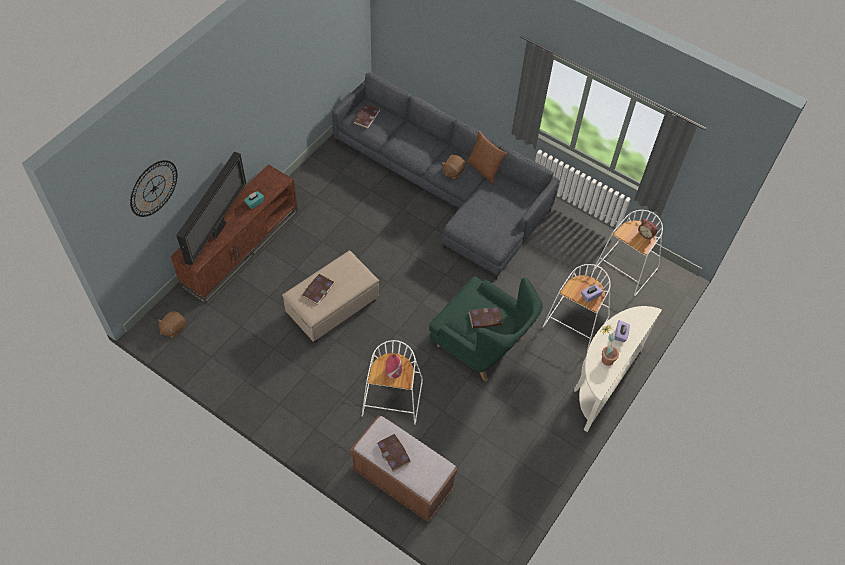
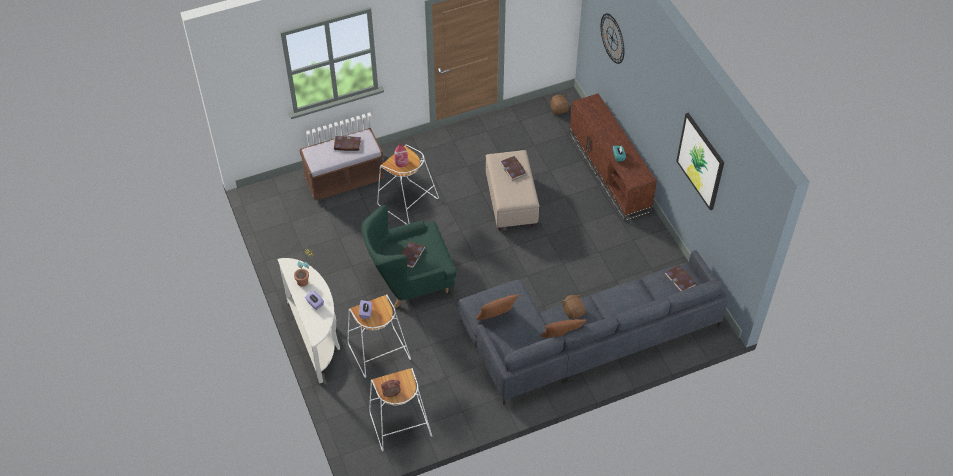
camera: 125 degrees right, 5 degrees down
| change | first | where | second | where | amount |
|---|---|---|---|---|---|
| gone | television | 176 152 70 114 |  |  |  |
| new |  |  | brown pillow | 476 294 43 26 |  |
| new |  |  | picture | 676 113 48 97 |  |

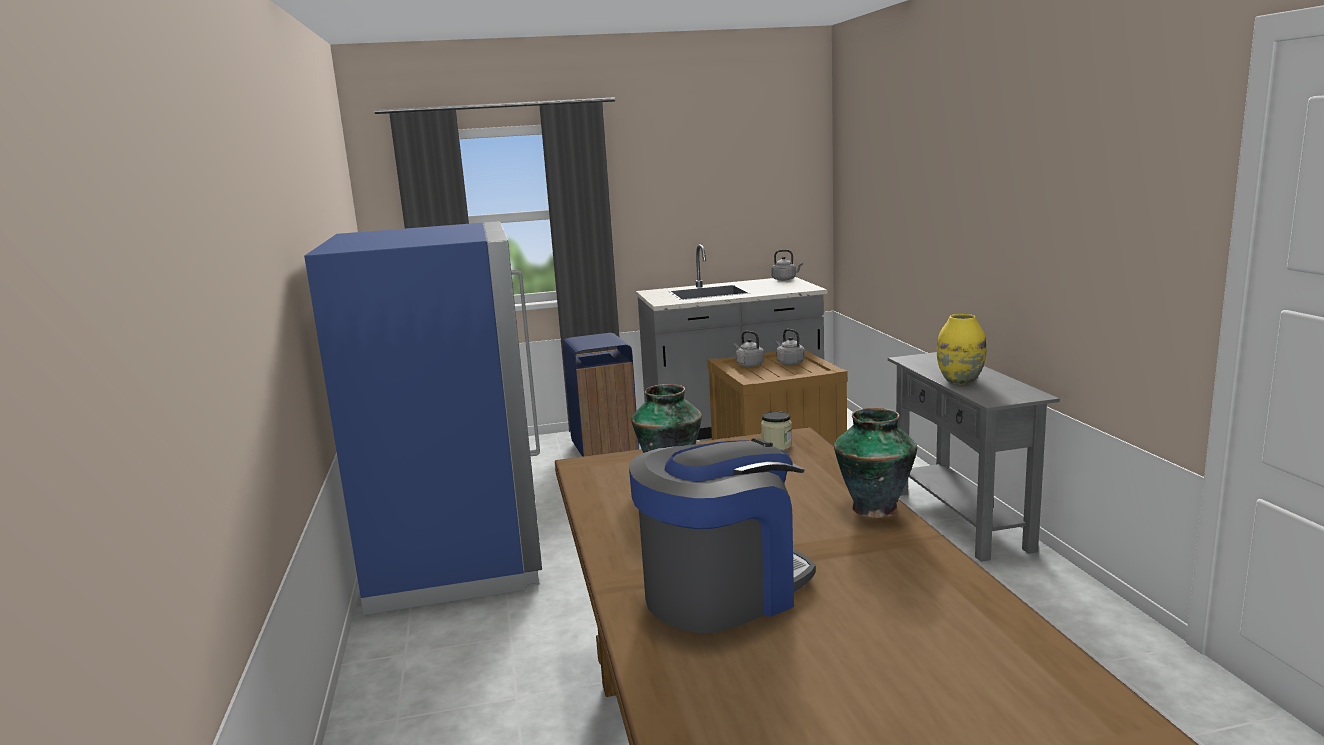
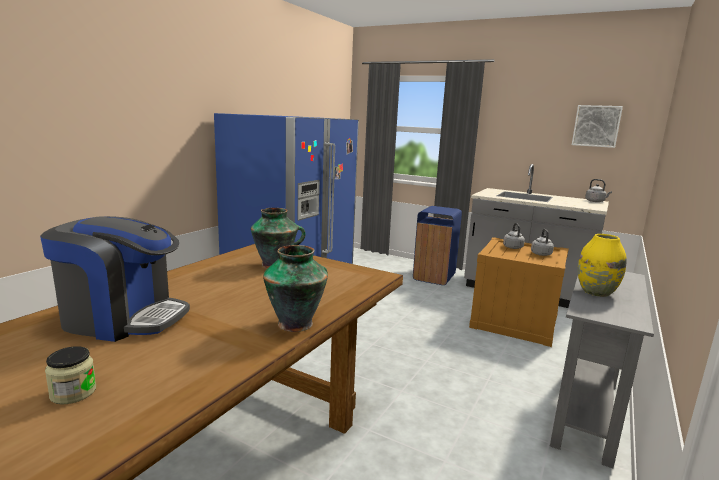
camera: 40 degrees right, 0 degrees up
| change | first | where | second | where | amount |
|---|---|---|---|---|---|
| shifted | jar | 761 411 31 40 |  | 45 346 51 58 |  |
| new |  |  | picture | 572 105 51 43 |  |

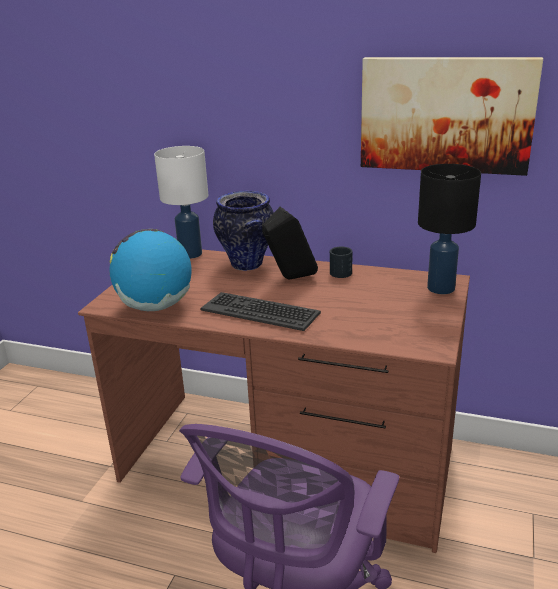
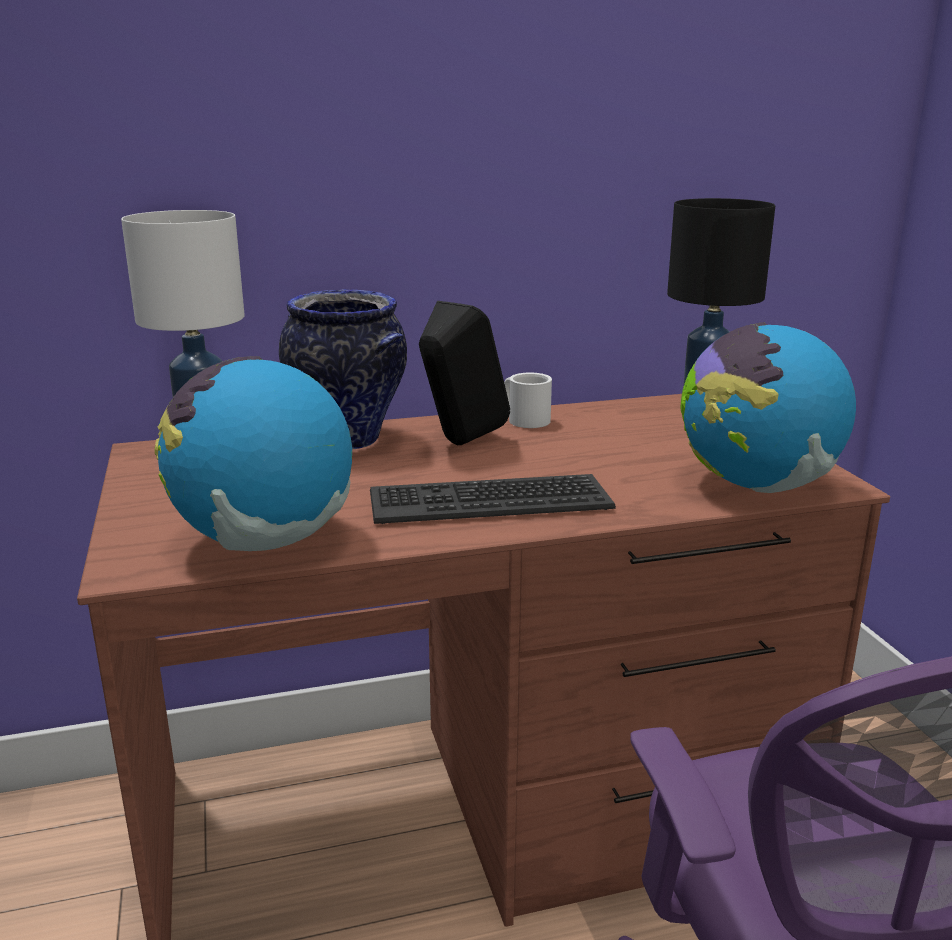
camera: 35 degrees left, 5 degrees down
| change | first | where | second | where | amount |
|---|---|---|---|---|---|
| repainted | black mug | 330 247 23 31 | white mug | 504 373 48 55 |  |
| gone | picture | 361 57 182 119 |  |  |  |
| new |  |  | globe | 681 322 175 171 |  |

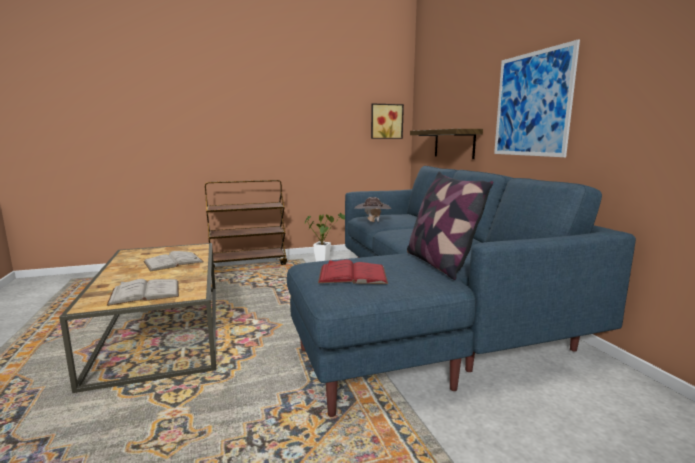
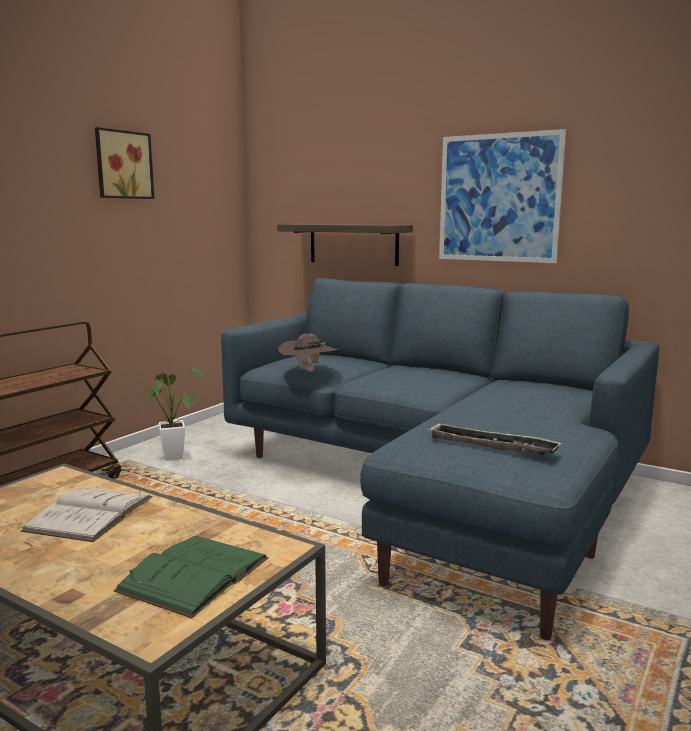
camera: 40 degrees left, 0 degrees up
| change | first | where | second | where | amount |
|---|---|---|---|---|---|
| repainted | white book | 107 279 72 27 | green book | 113 536 155 82 |  |
| swapped | red book | 318 259 70 25 | tray | 428 423 133 32 |  |
| shifted | picture | 371 103 33 36 |  | 95 127 59 72 |  |
| gone | pillow | 407 172 86 108 |  |  |  |

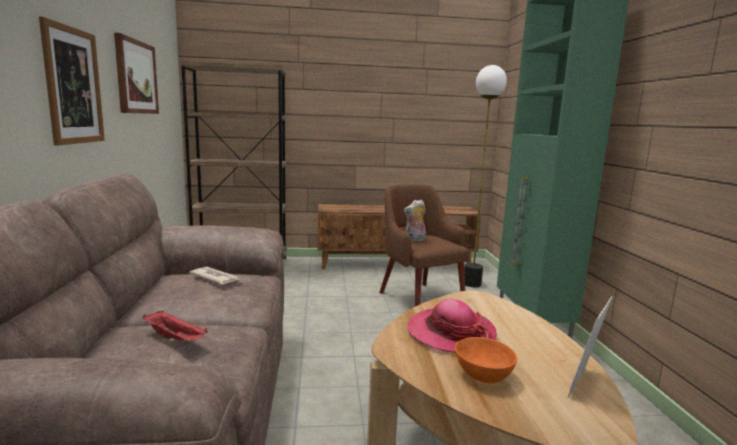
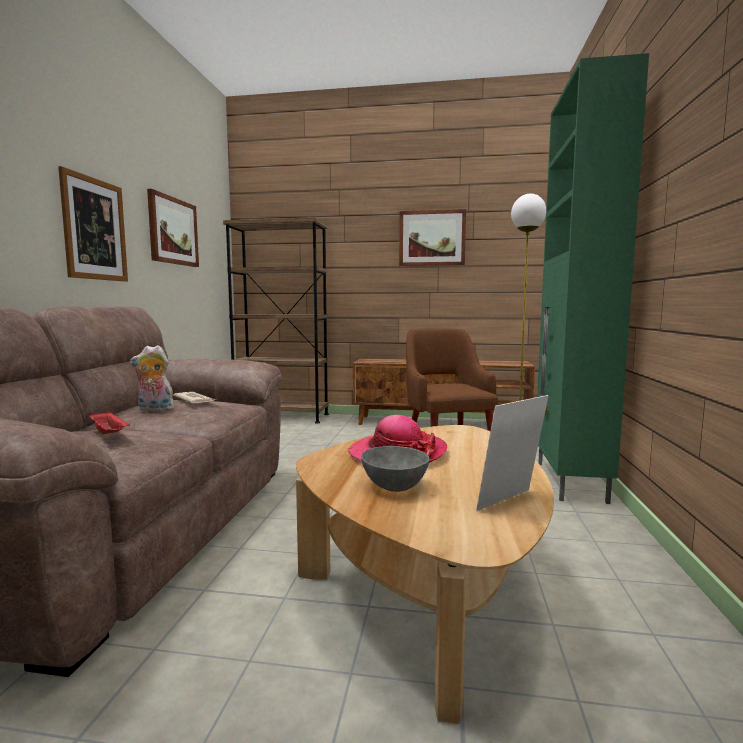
camera: 15 degrees right, 5 degrees down
| change | first | where | second | where | amount |
|---|---|---|---|---|---|
| shifted | plush toy | 404 200 22 42 |  | 130 345 44 66 |  |
| repainted | orange bowl | 455 337 62 46 | grey bowl | 361 446 68 46 |  |
| new |  |  | picture | 399 209 67 57 |  |

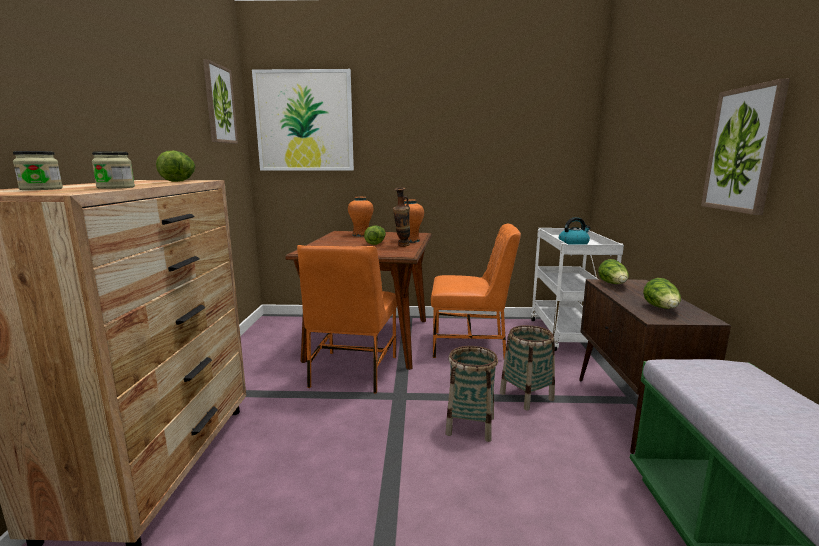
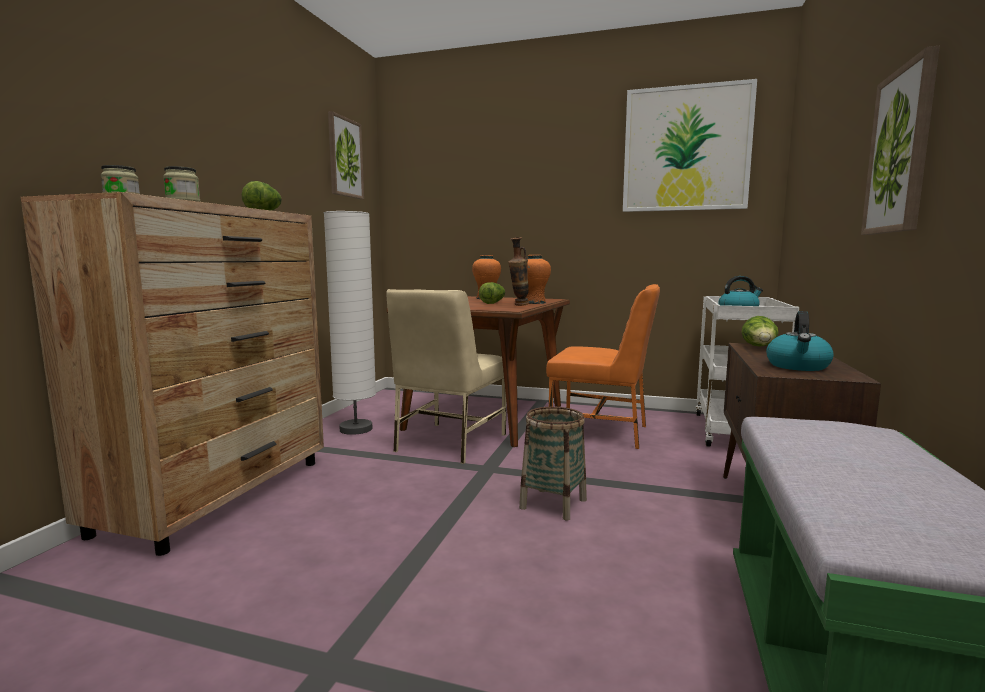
camera: 15 degrees right, 5 degrees down
| change | first | where | second | where | amount |
|---|---|---|---|---|---|
| shifted | picture | 252 69 102 102 |  | 623 79 134 133 |  |
| repainted | orange chair | 297 245 100 148 | beige chair | 386 289 120 175 |  |
| gone | basket | 500 325 55 85 |  |  |  |
| swapped | lettuce | 643 278 38 31 | kettle | 766 311 67 60 |  |
| new |  |  | white floor lamp | 324 211 52 224 |  |

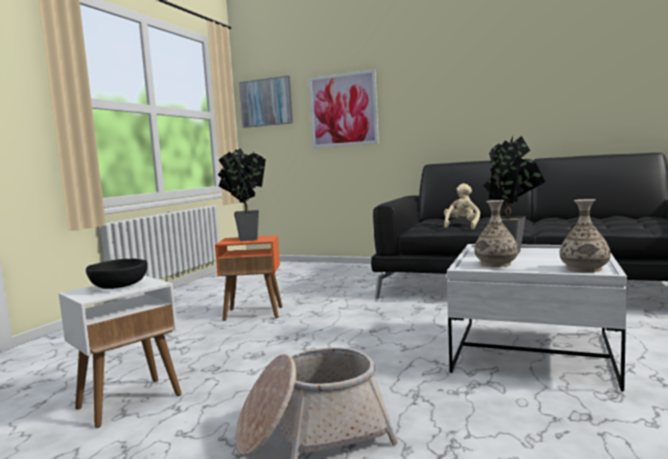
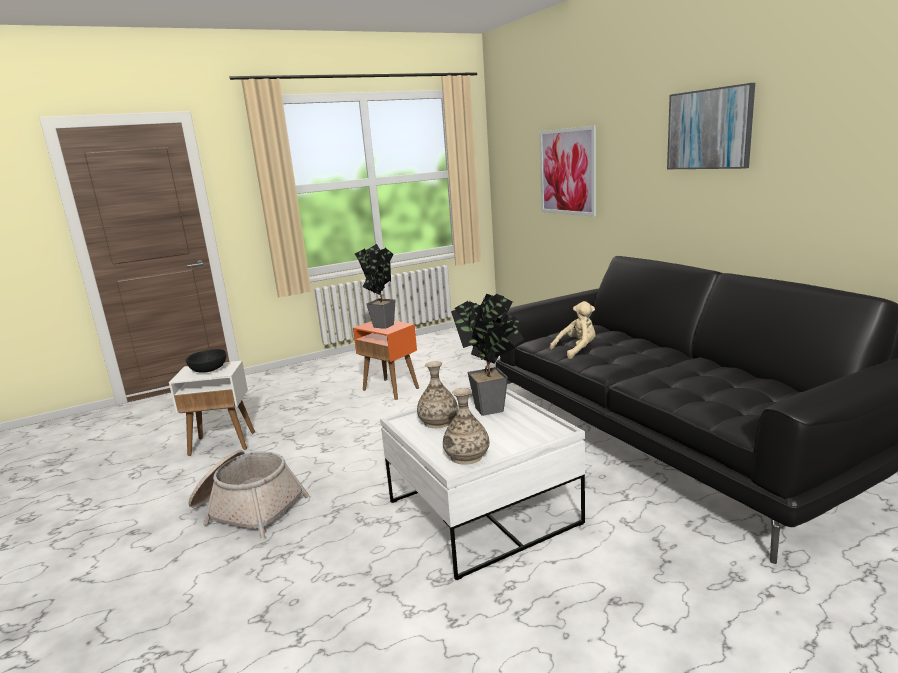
camera: 40 degrees right, 10 degrees up
| change | first | where | second | where | amount |
|---|---|---|---|---|---|
| shifted | picture | 239 76 54 52 |  | 667 83 88 86 |  |

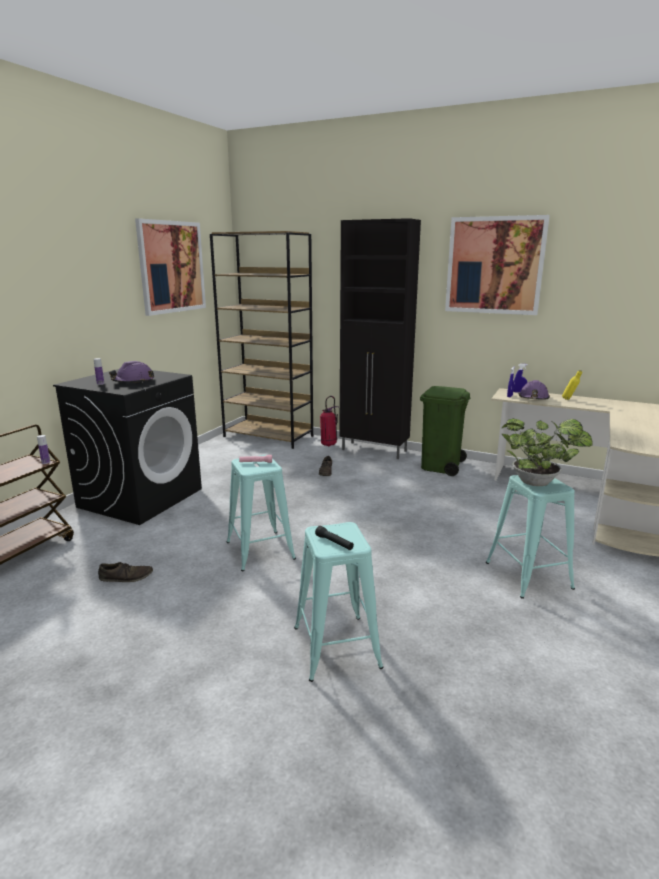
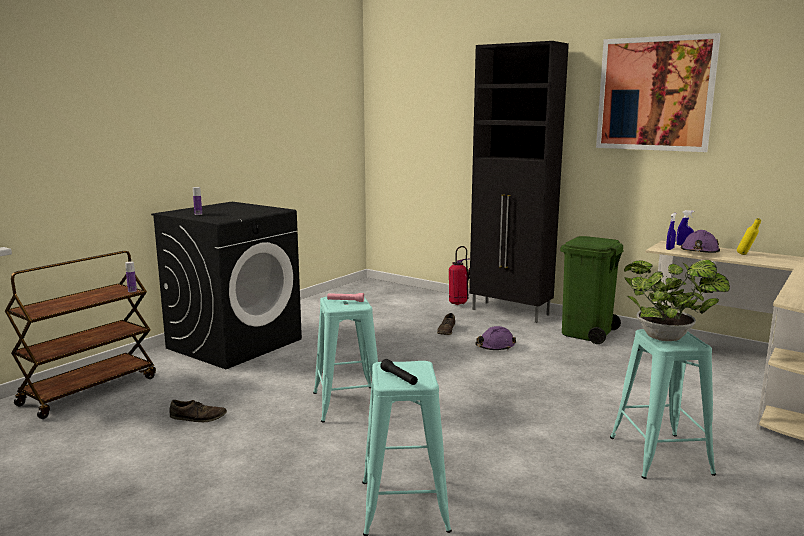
camera: 10 degrees right, 5 degrees down
| change | first | where | second | where | amount |
|---|---|---|---|---|---|
| shifted | purple hard hat | 109 361 45 22 |  | 475 326 41 24 |  |
| gone | picture | 135 218 71 98 |  |  |  |
| gone | brown bookcase | 210 231 103 218 |  |  |  |

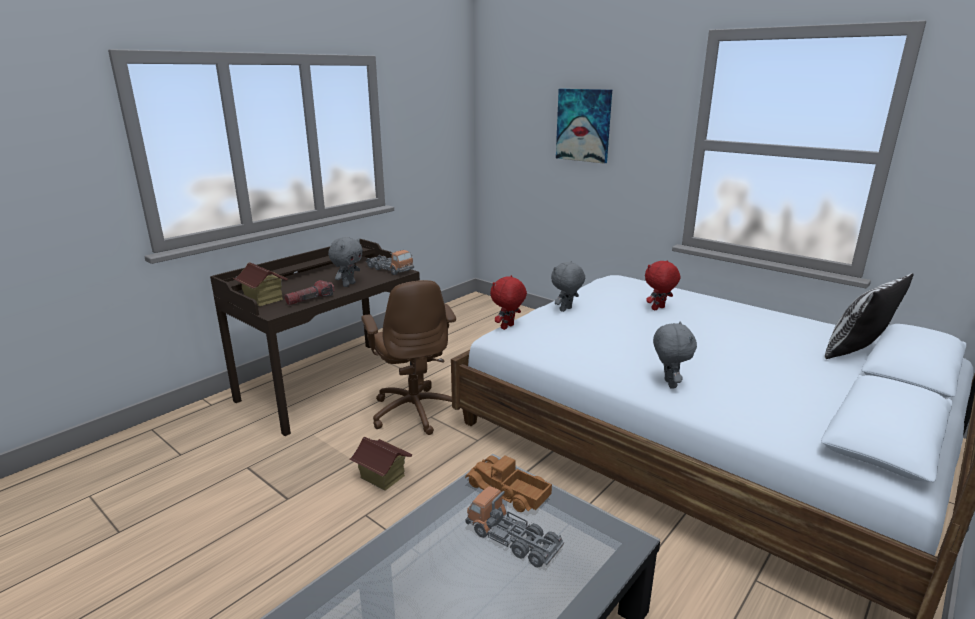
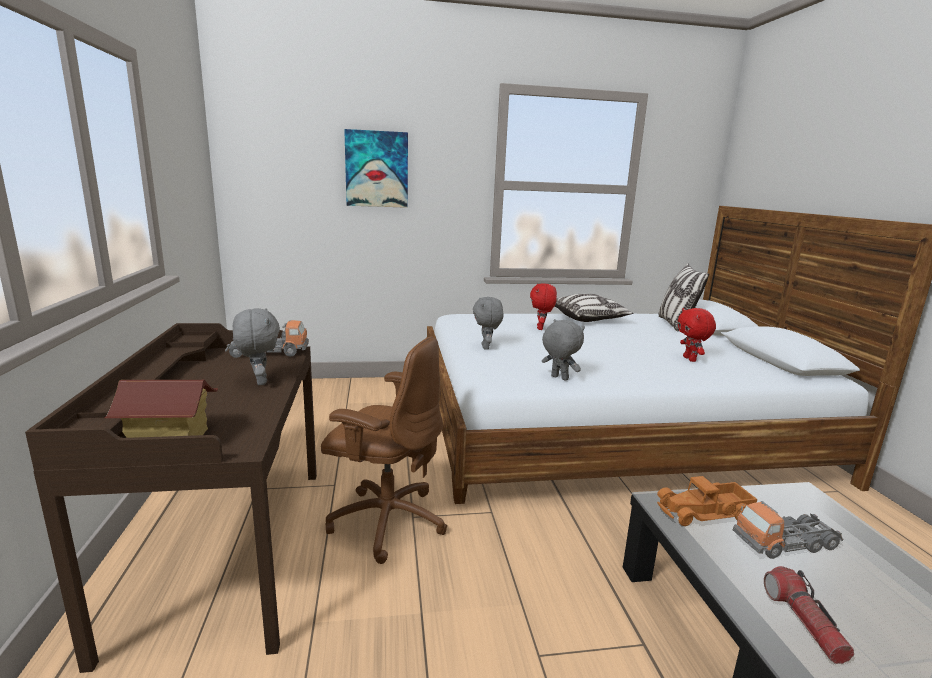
camera: 50 degrees left, 5 degrees down
| change | first | where | second | where | amount |
|---|---|---|---|---|---|
| shifted | flashlight | 285 280 50 25 |  | 764 566 90 98 |  |
| gone | toy house | 350 437 63 54 |  |  |  |
| shifted | red plush toy | 490 275 37 55 |  | 678 308 38 54 |  |
| shifted | grey plush toy | 653 322 44 66 |  | 542 319 43 62 |  |
| new |  |  | pillow | 555 294 78 28 |  |

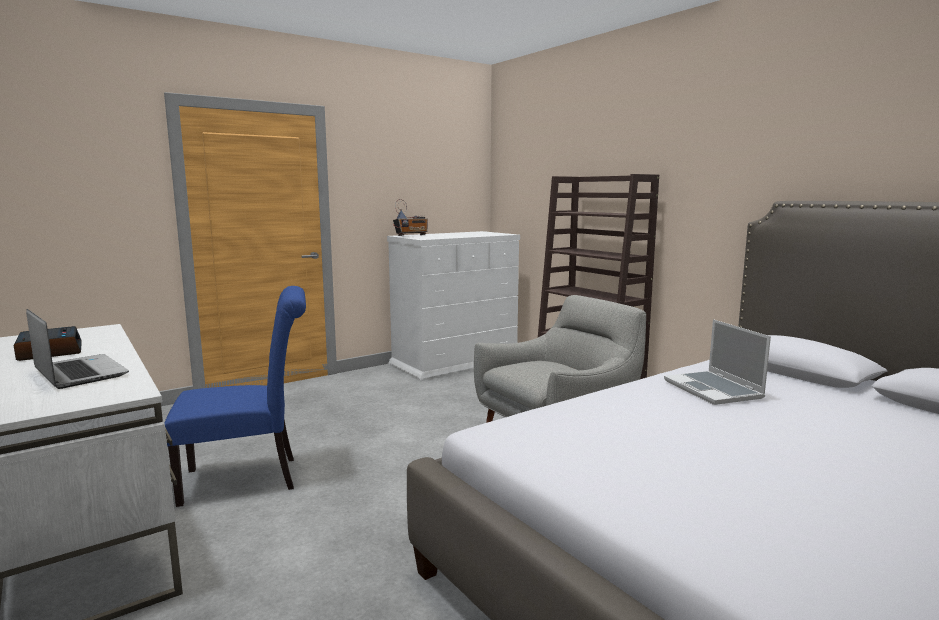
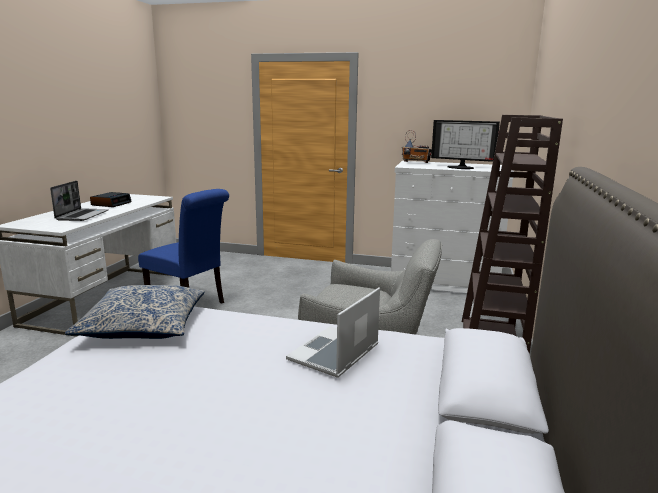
camera: 50 degrees right, 5 degrees up
| change | first | where | second | where | amount |
|---|---|---|---|---|---|
| new |  |  | pillow | 65 285 140 54 |  |
| new |  |  | monitor | 431 120 69 49 |  |

